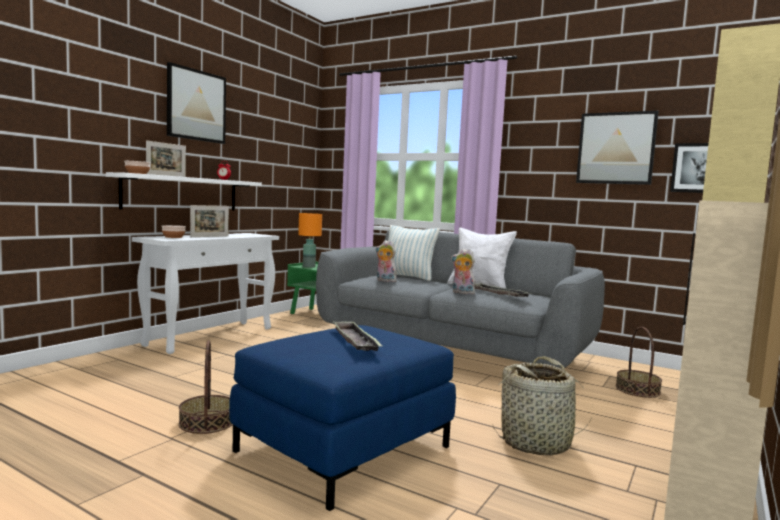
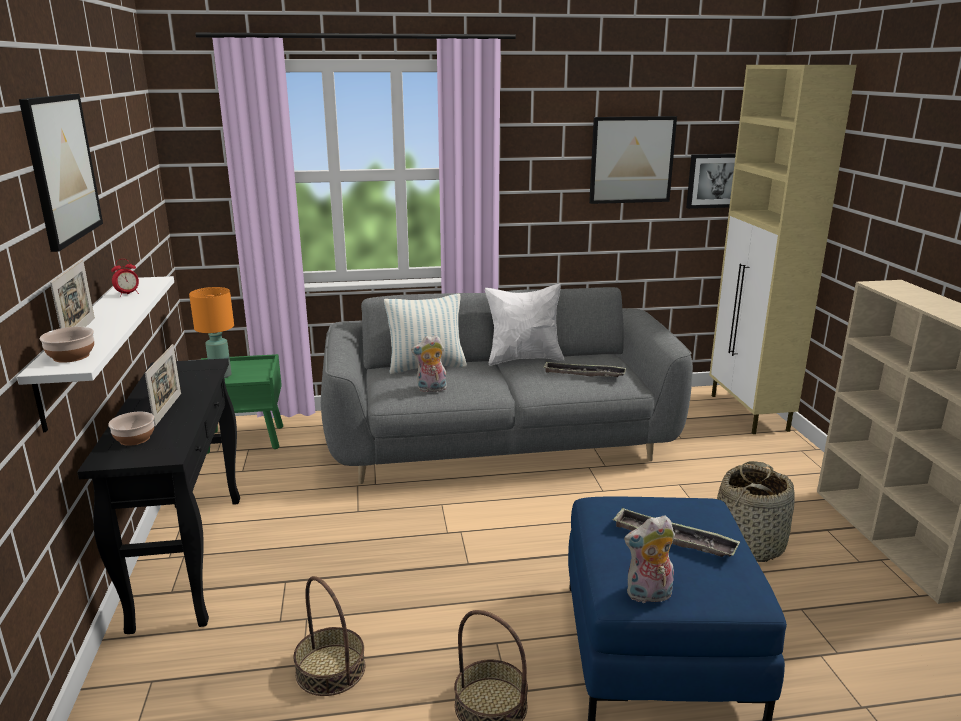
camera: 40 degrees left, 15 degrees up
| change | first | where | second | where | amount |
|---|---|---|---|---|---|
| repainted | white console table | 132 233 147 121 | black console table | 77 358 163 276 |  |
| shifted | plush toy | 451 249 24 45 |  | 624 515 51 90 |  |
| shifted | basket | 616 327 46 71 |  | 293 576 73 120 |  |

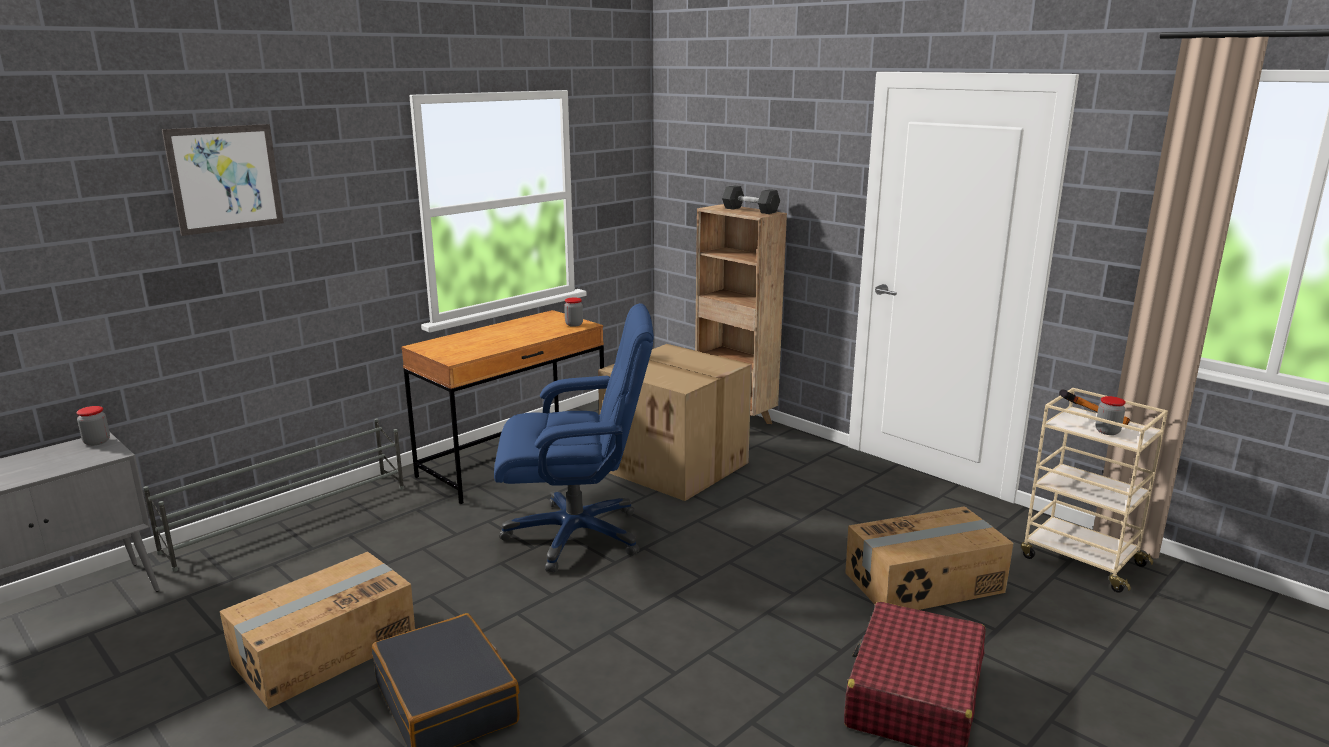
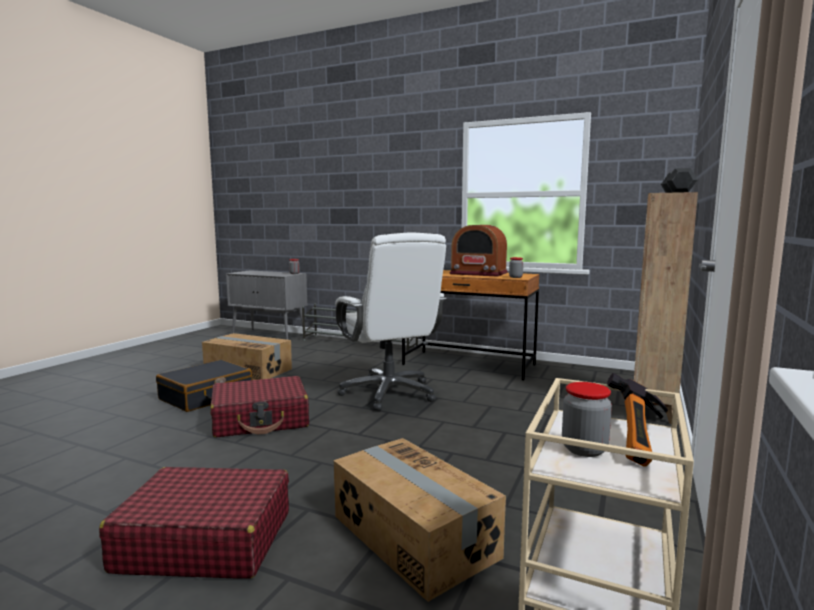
camera: 70 degrees right, 10 degrees down
| change | first | where | second | where | amount |
|---|---|---|---|---|---|
| gone | picture | 162 124 122 112 |  |  |  |
| repainted | blue office chair | 494 303 160 269 | white office chair | 335 232 112 179 |  |
| gone | cardboard box | 598 344 154 157 |  |  |  |
| new |  |  | red suitcase | 210 376 99 61 |  |
| new |  |  | radio | 449 225 59 52 |  |

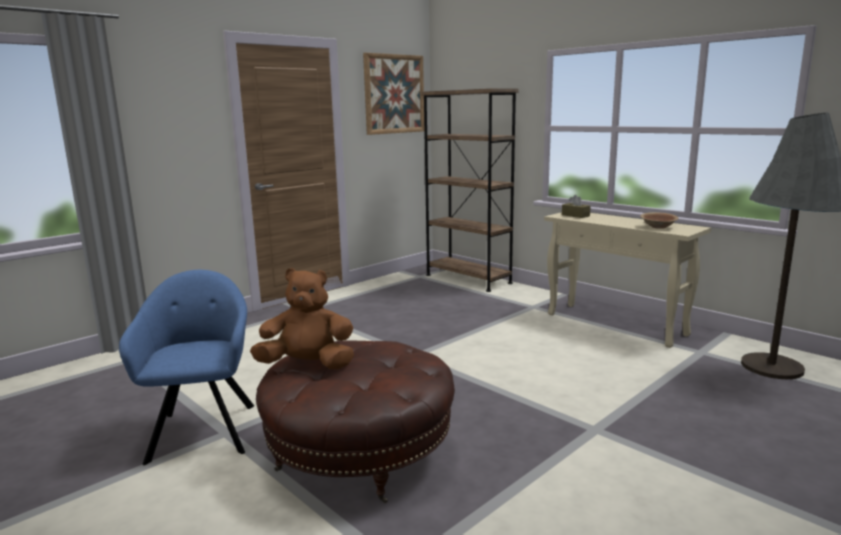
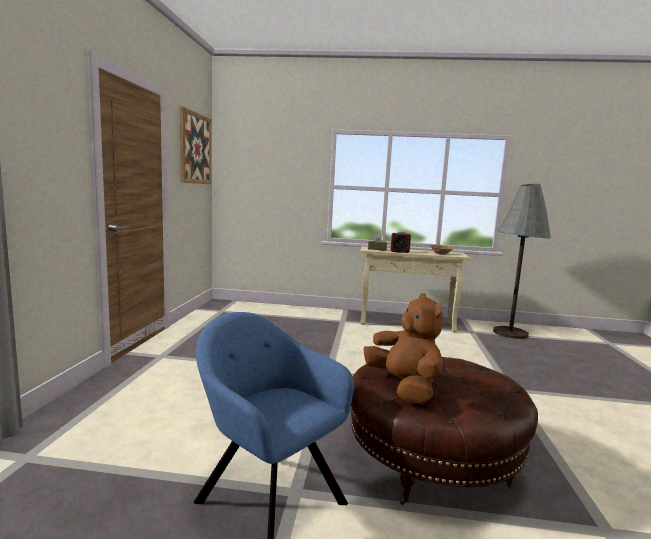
camera: 40 degrees left, 5 degrees down
| change | first | where | second | where | amount |
|---|---|---|---|---|---|
| rotated | brown plush toy | 250 268 104 101 |  | 363 293 80 112 | 105 degrees clockwise |
| gone | brown bookcase | 421 89 98 203 |  |  |  |
| new |  |  | alarm clock | 390 231 21 22 |  |

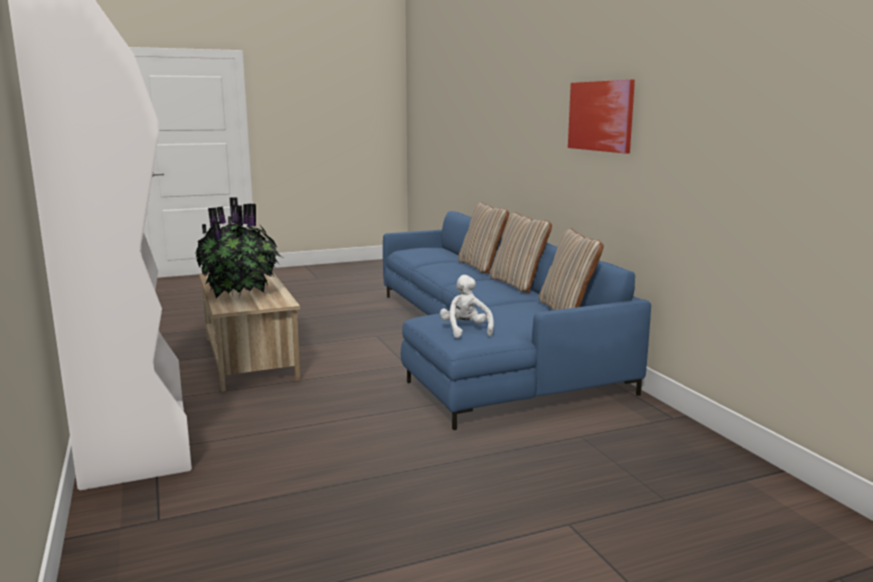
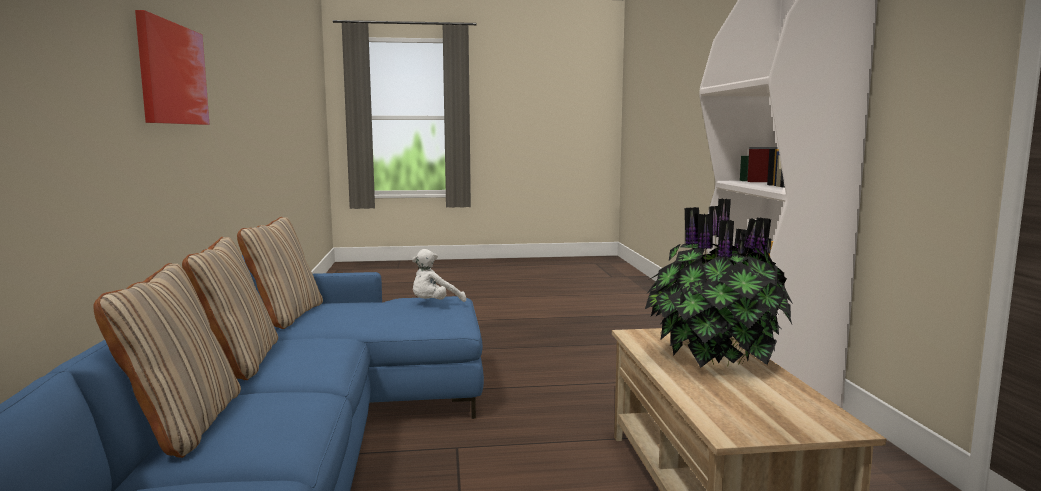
camera: 165 degrees left, 5 degrees down
| change | first | where | second | where | amount |
|---|---|---|---|---|---|
| rotated | white plush toy | 440 275 54 63 |  | 412 249 54 53 | 45 degrees clockwise |

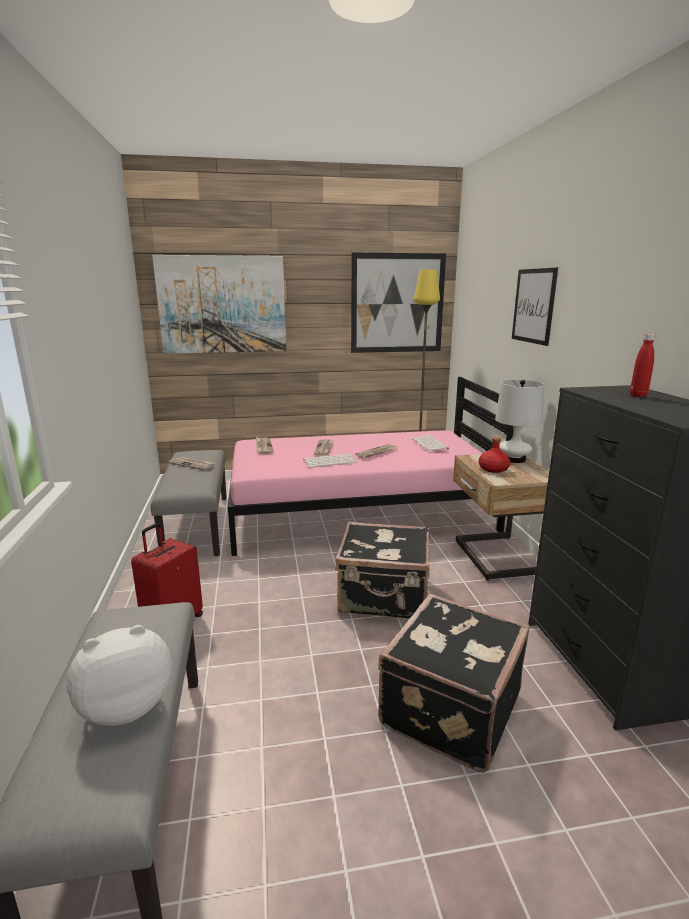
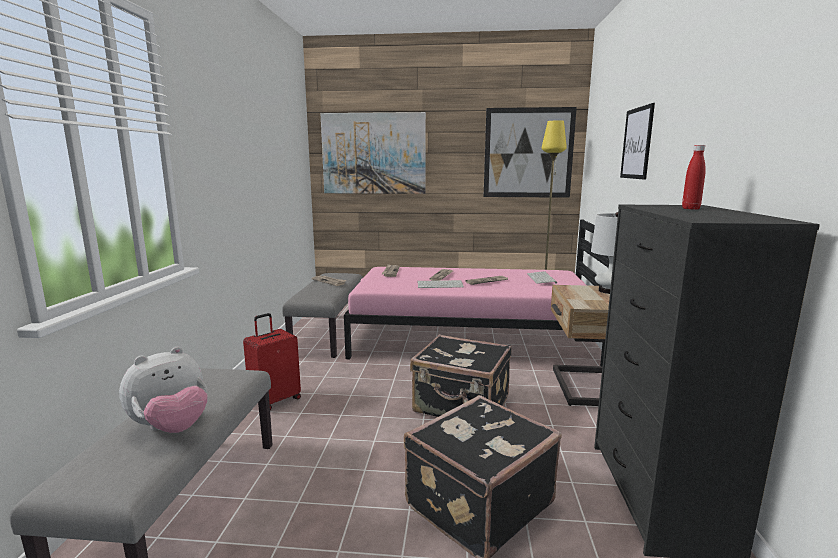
camera: 15 degrees right, 5 degrees down
| change | first | where | second | where | amount |
|---|---|---|---|---|---|
| rotated | plush toy | 67 625 105 101 |  | 119 347 89 86 | 150 degrees clockwise |
| gone | red bottle | 479 437 31 36 |  |  |  |

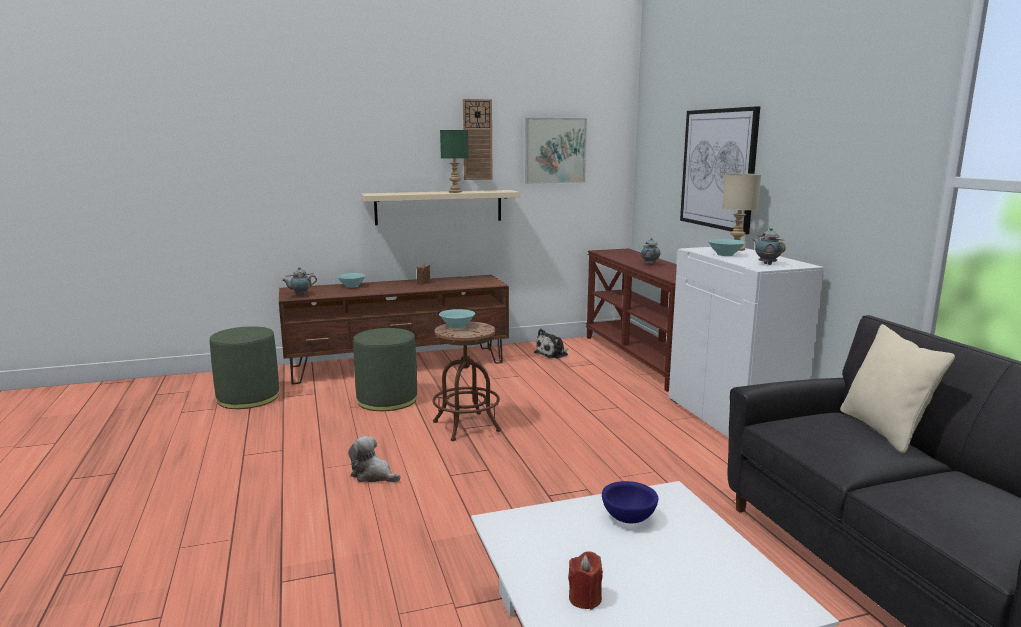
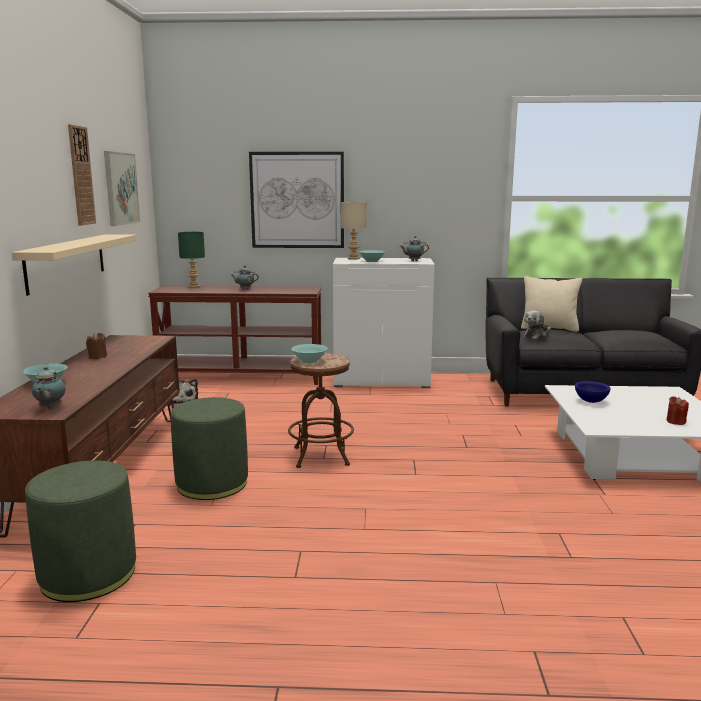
camera: 70 degrees left, 0 degrees up
| change | first | where | second | where | amount |
|---|---|---|---|---|---|
| shifted | plush toy | 348 436 53 46 |  | 524 310 27 29 |  |
| shifted | green table lamp | 440 130 28 63 |  | 178 232 27 56 |  |

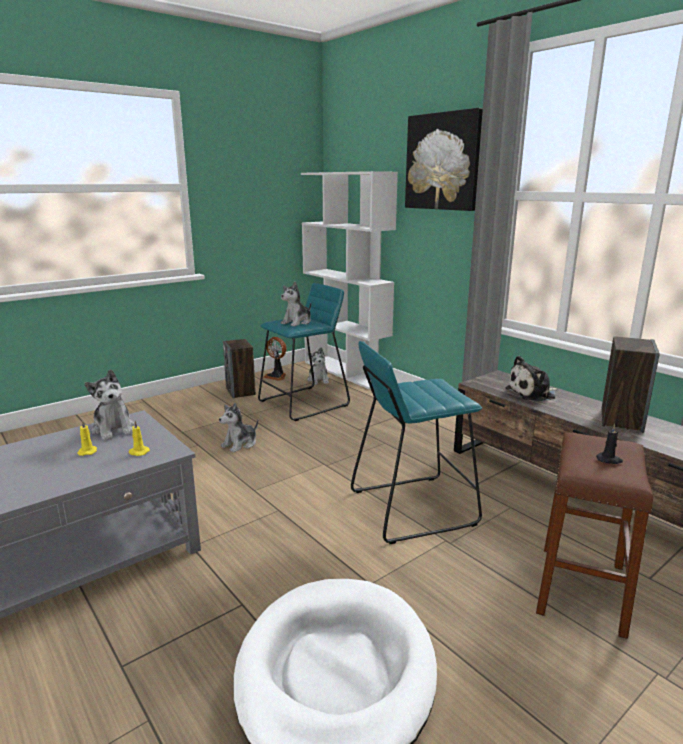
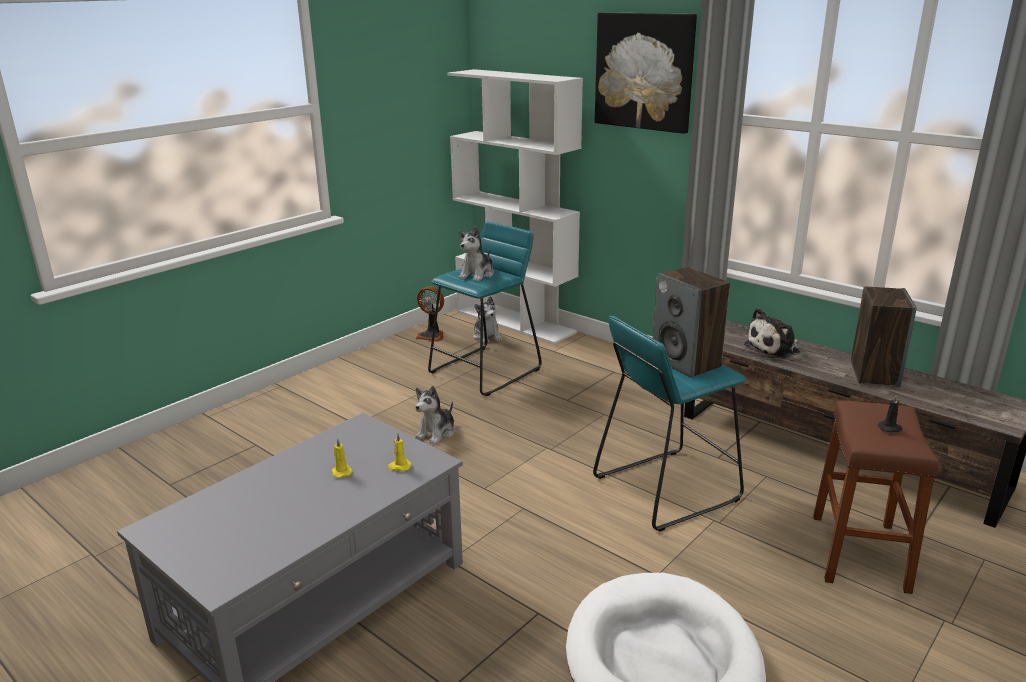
camera: 10 degrees left, 5 degrees up
| change | first | where | second | where | amount |
|---|---|---|---|---|---|
| gone | plush toy | 85 369 50 71 |  |  |  |
| shifted | speaker | 223 339 33 60 |  | 653 267 77 111 |  |

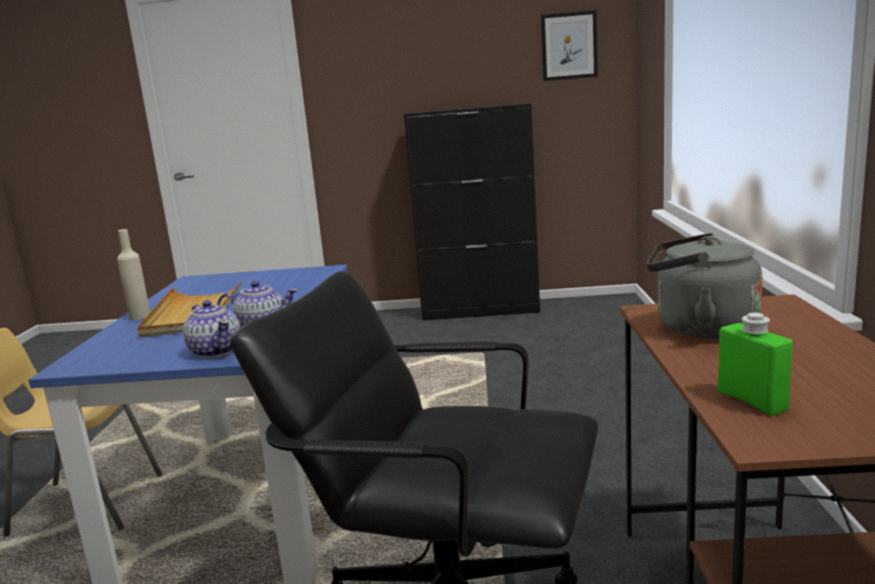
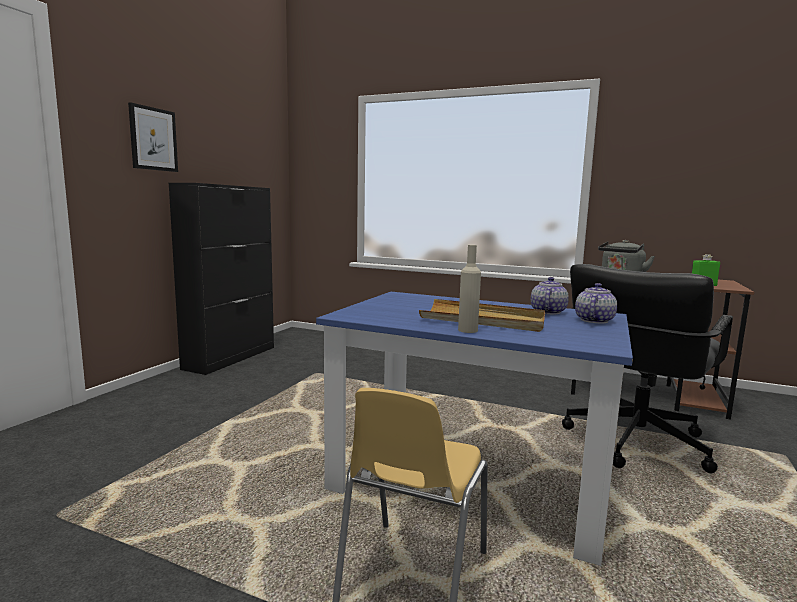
camera: 70 degrees left, 5 degrees down
| change | first | where | second | where | amount |
|---|---|---|---|---|---|
| rotated | teapot | 183 300 58 58 |  | 575 283 42 40 | 45 degrees counterclockwise |
| shifted | picture | 541 10 57 71 |  | 128 102 50 70 |  |

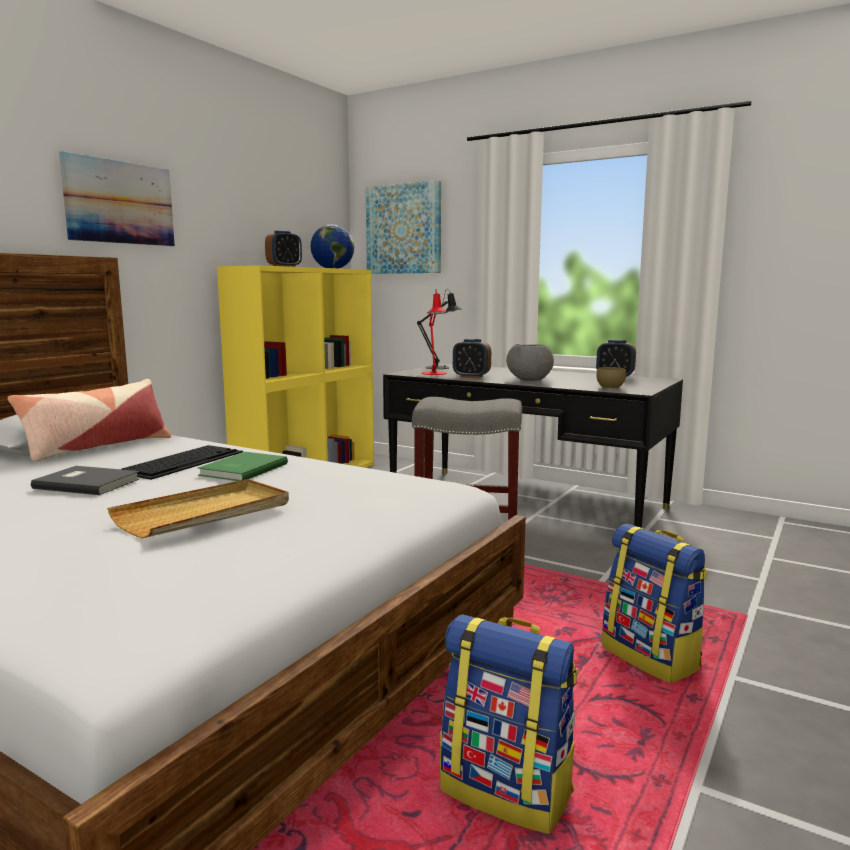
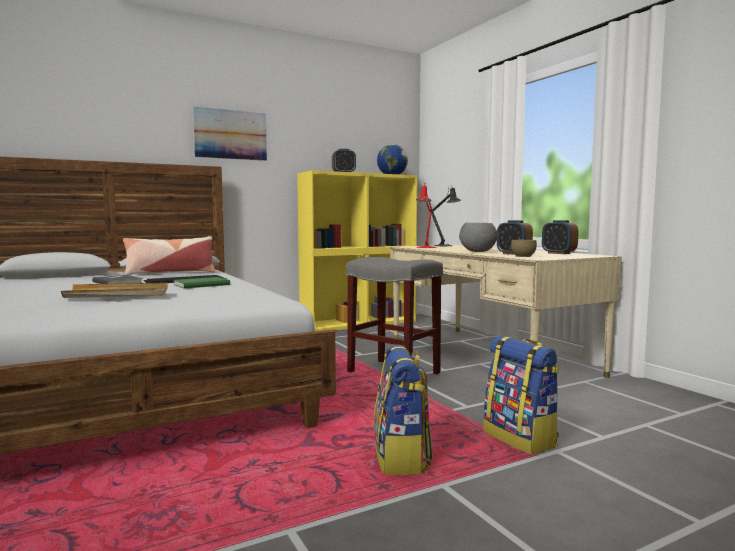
camera: 30 degrees right, 5 degrees down
| change | first | where | second | where | amount |
|---|---|---|---|---|---|
| gone | picture | 366 180 75 94 |  |  |  |
| repainted | black desk | 383 364 300 164 | beige desk | 390 245 232 133 |  |
| shifted | backpack | 440 614 137 220 |  | 483 335 77 119 |  |
| shifted | alarm clock | 453 339 38 39 |  | 497 220 36 35 |  |

